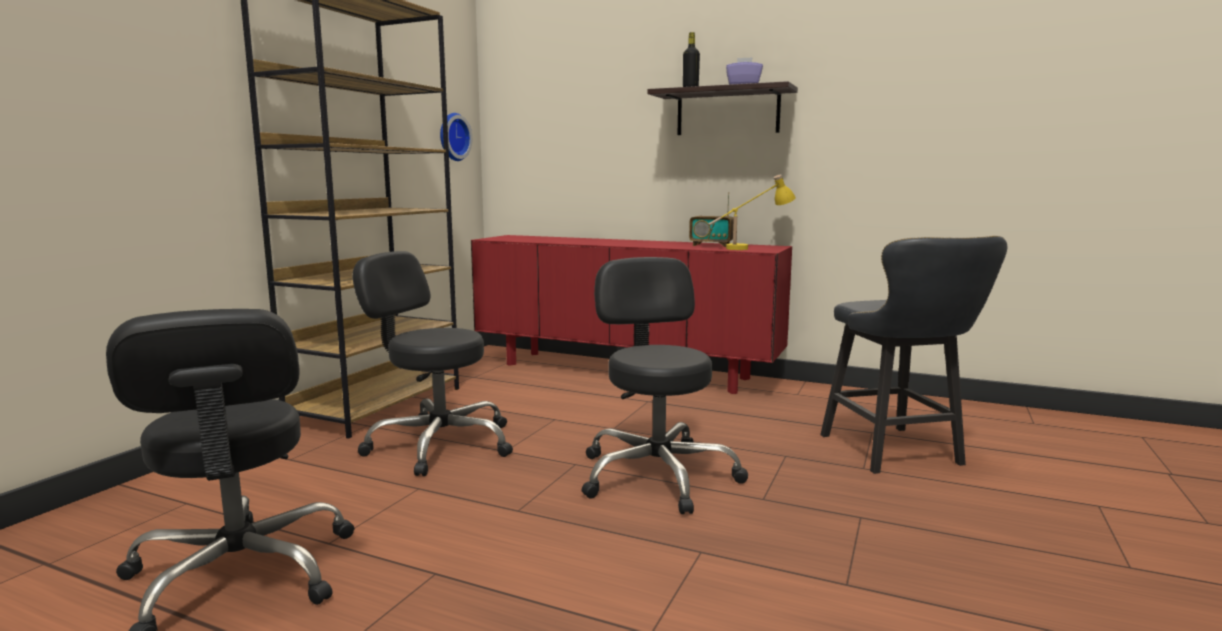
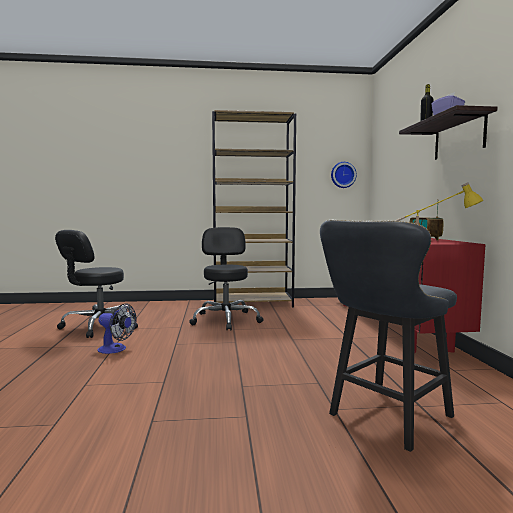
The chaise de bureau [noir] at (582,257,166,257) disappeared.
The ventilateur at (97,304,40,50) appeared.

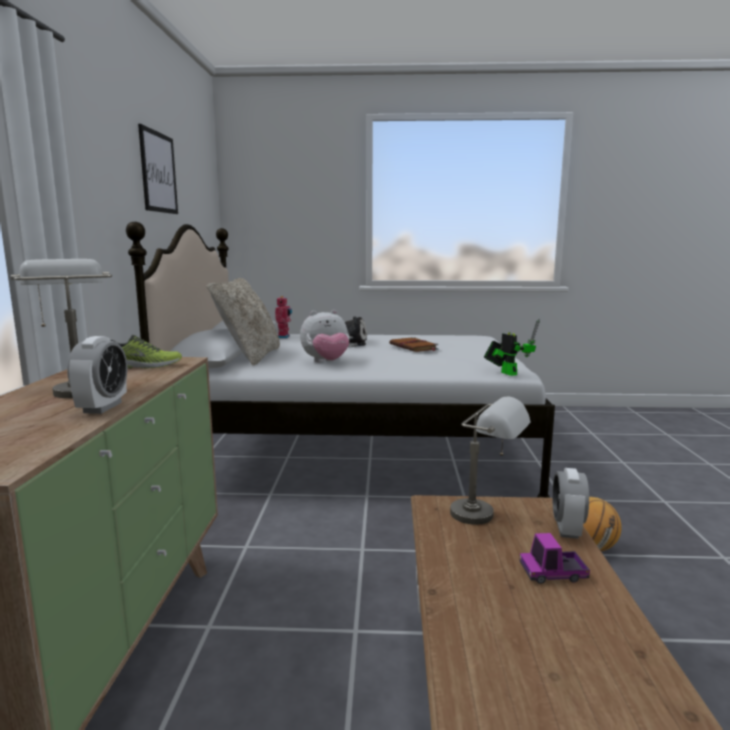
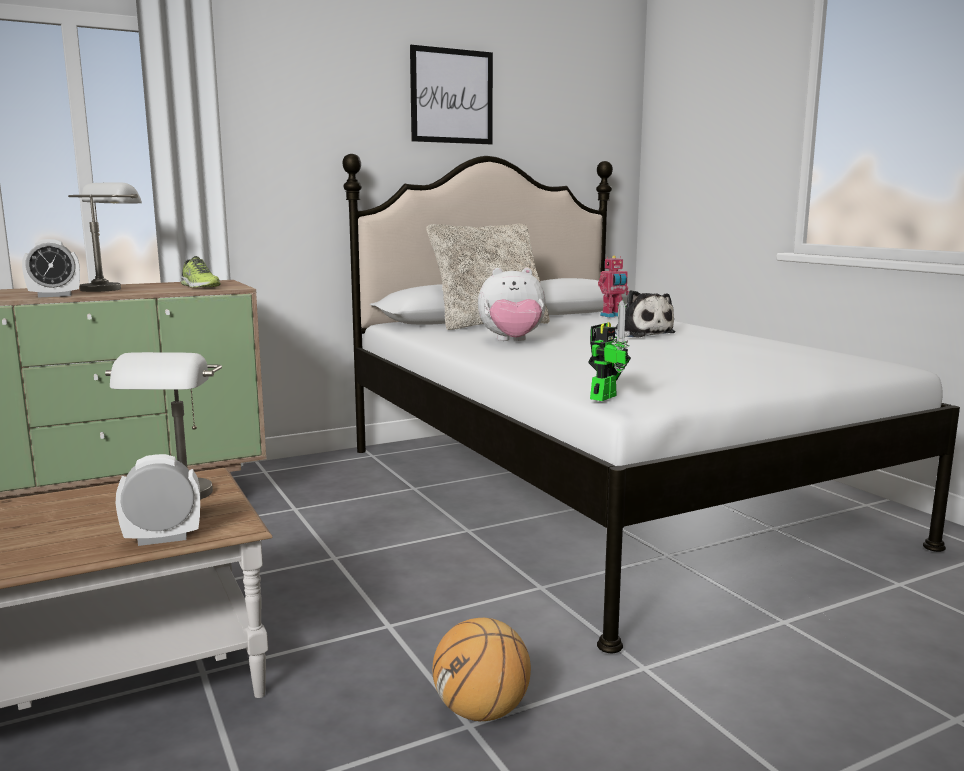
The livre [marron] at (389,337,49,15) disappeared.
The camion jouet at (519,533,71,51) disappeared.
The peluche at (300,310,49,52) turned 45 degrees counterclockwise.

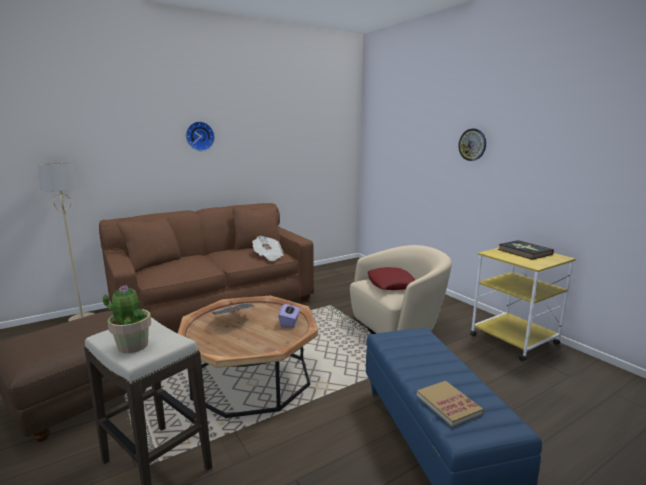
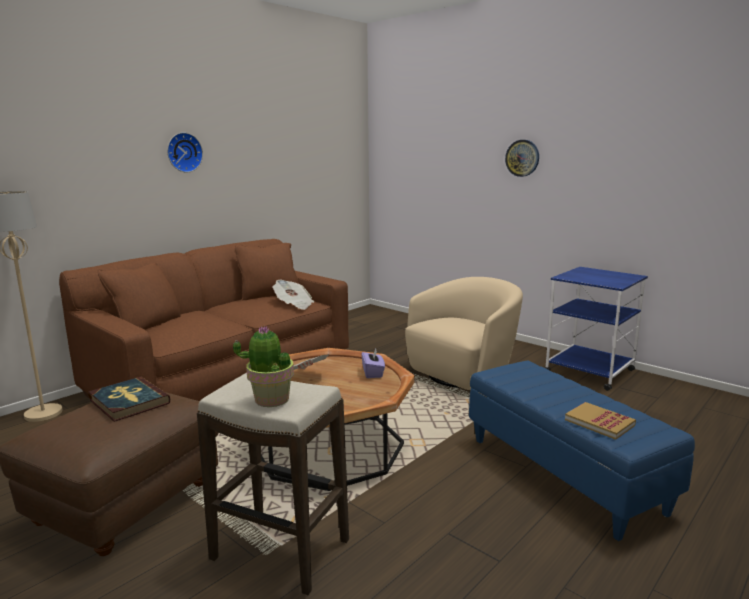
The coussin [rouge] at (368,267,47,23) disappeared.
The livre moved from (498,240,56,20) to (88,377,82,45).
The chariot [jaune] at (470,247,106,114) became the chariot [bleu] at (545,267,103,124).

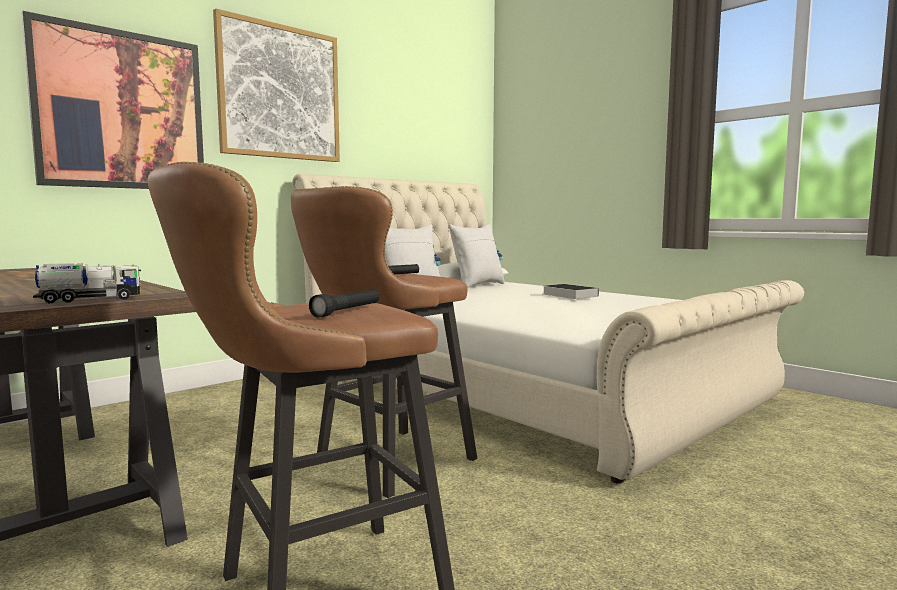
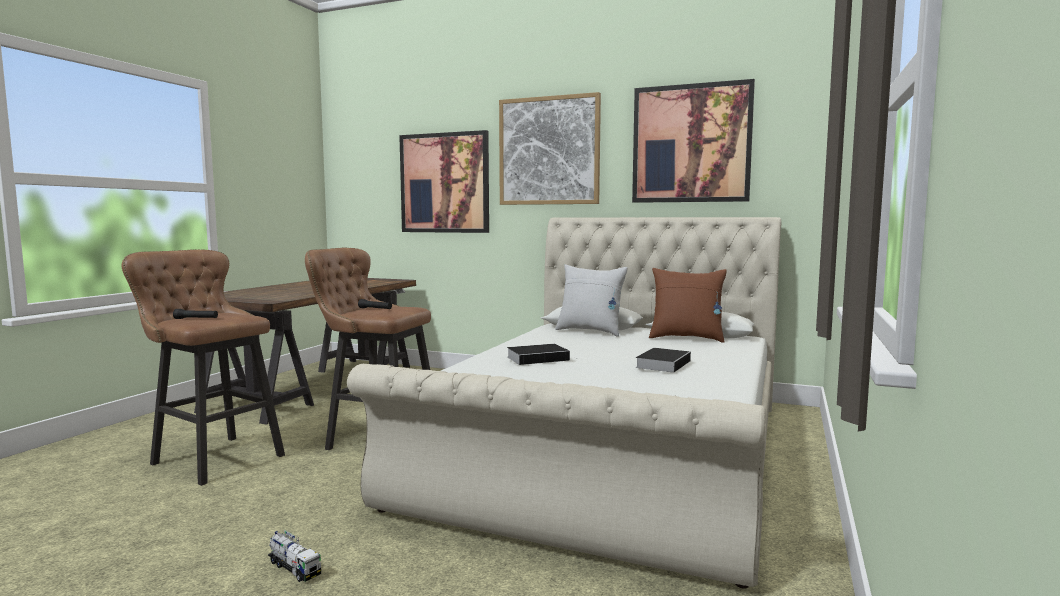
The livre at (507,344,71,21) appeared.
The tableau at (632,79,123,124) appeared.
The camion jouet moved from (33,263,108,40) to (268,530,53,52).
The coussin [gris] at (449,224,55,64) became the coussin [marron] at (649,268,78,75).

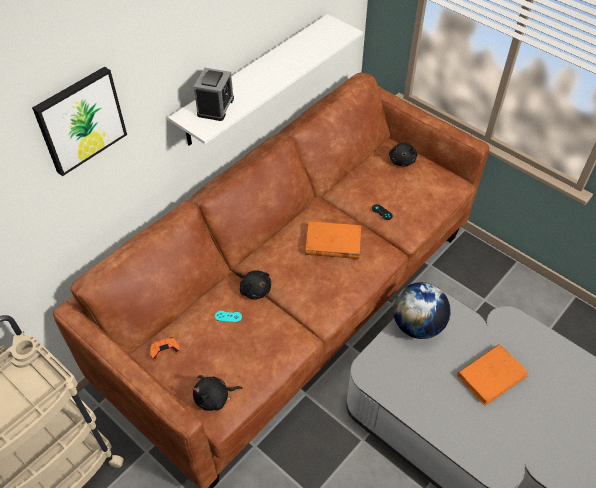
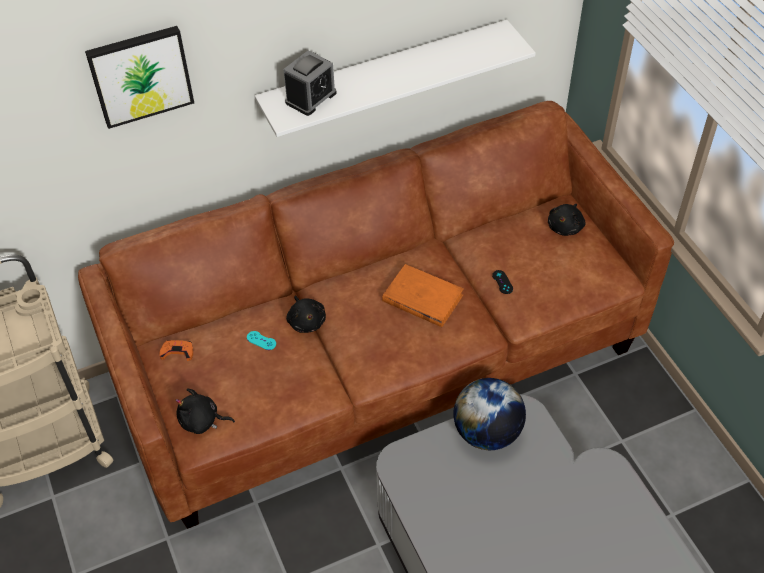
The livre [orange] at (457,344,71,62) disappeared.

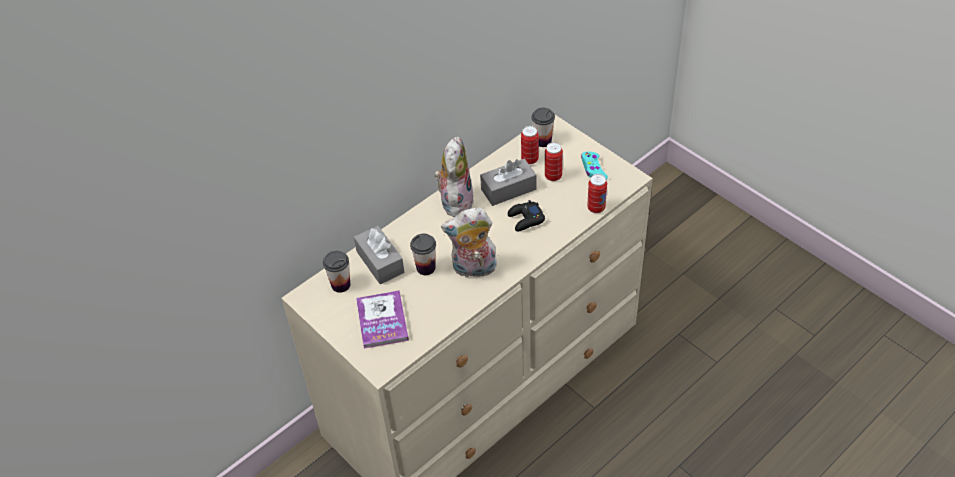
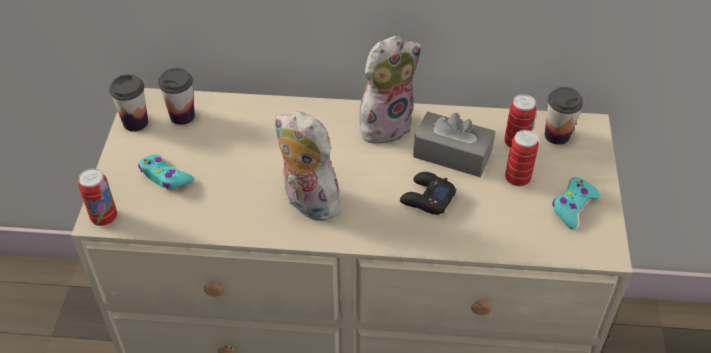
The boîte à mouchoirs [gris] at (354,226,50,58) disappeared.
The tasse moved from (410,233,26,42) to (109,74,39,58).
The boîte métallique moved from (587,174,20,39) to (78,168,39,58).
The livre at (356,290,53,59) was replaced by the manette [turquoise] at (138,154,56,35).

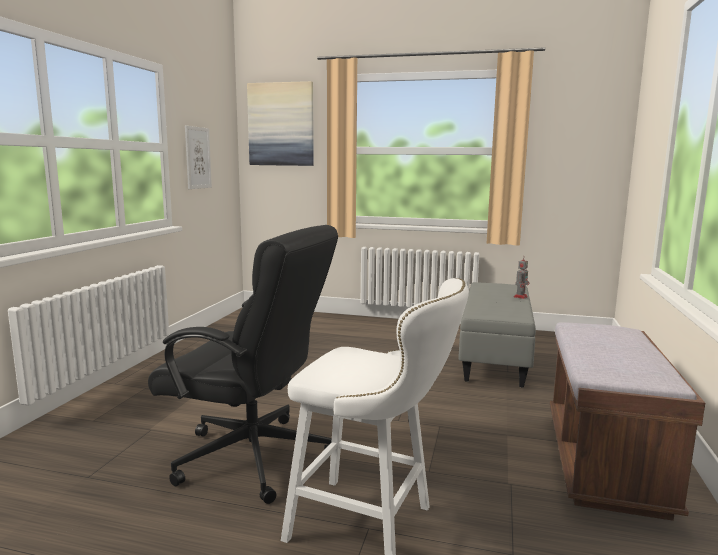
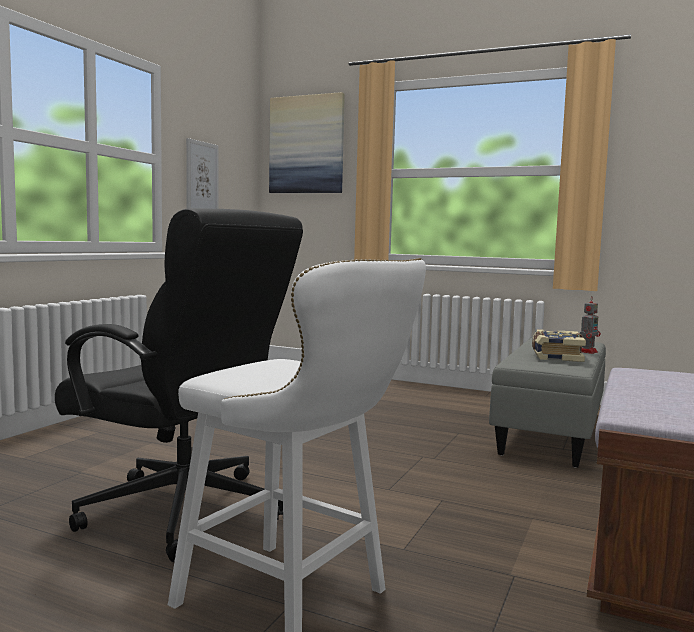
The livre at (532,329,54,33) appeared.

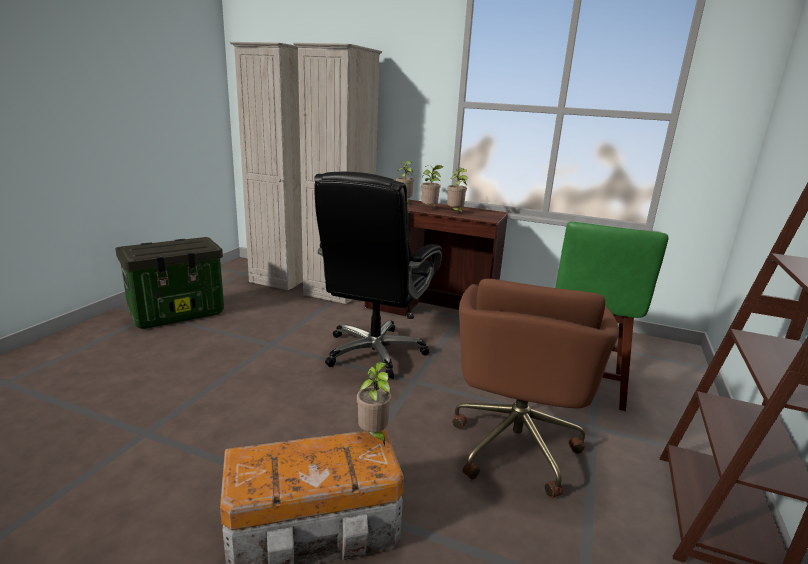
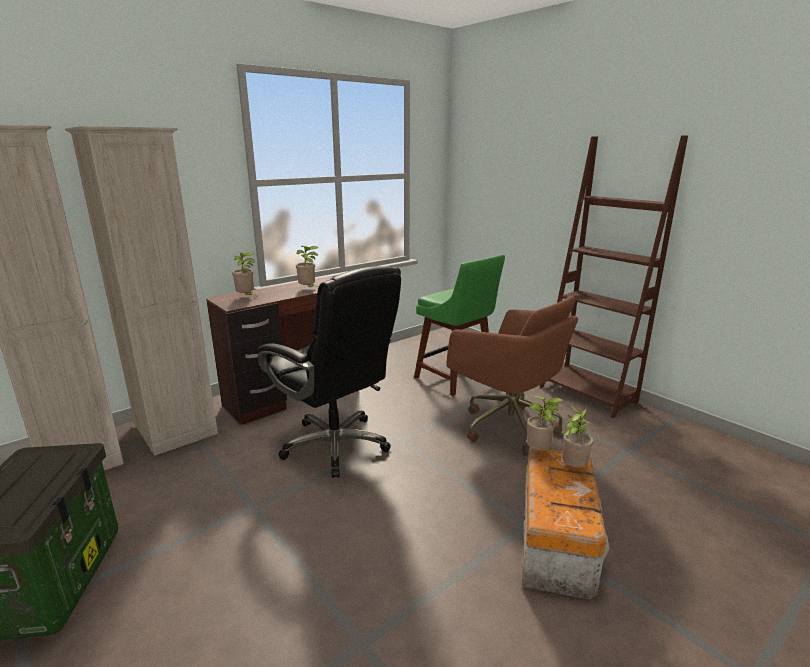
The plante en pot moved from (421,165,22,42) to (563,405,30,63).

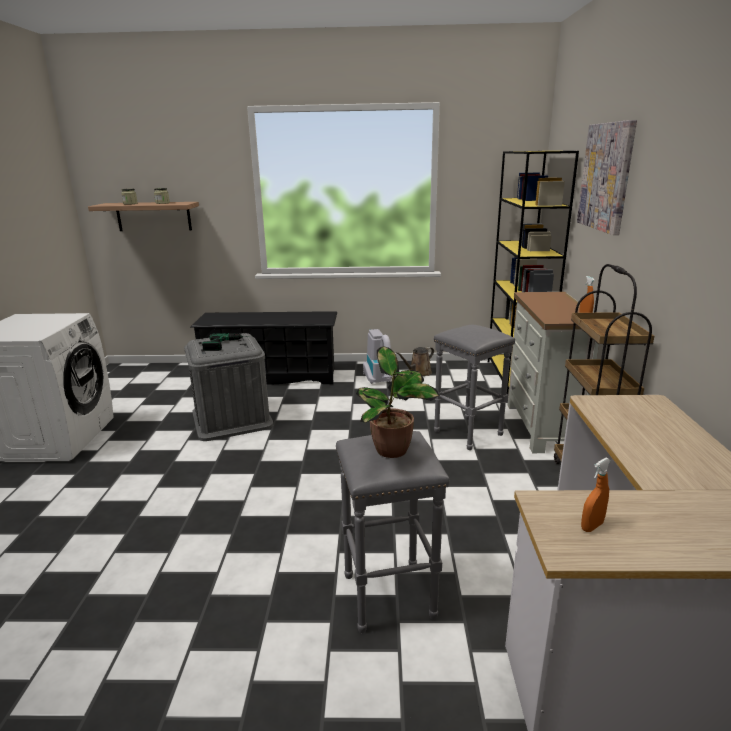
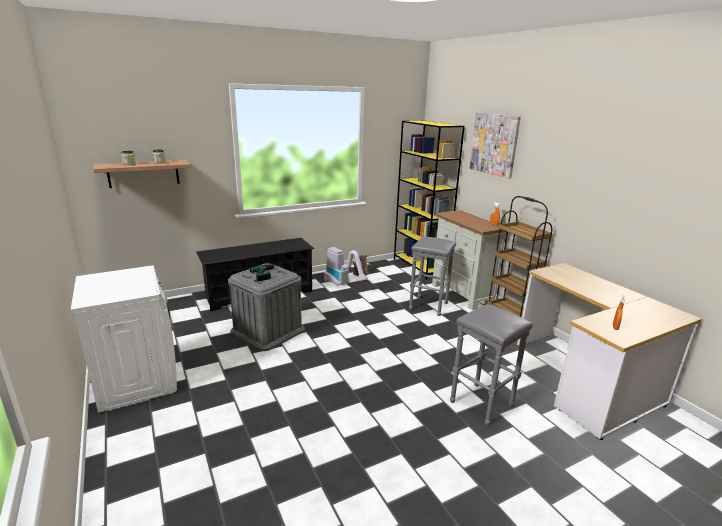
The plante en pot at (356,346,83,112) disappeared.

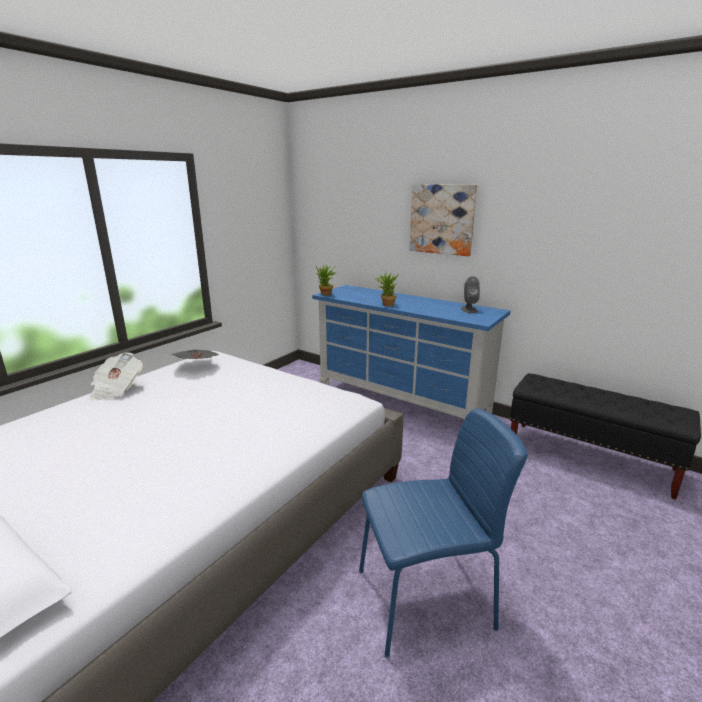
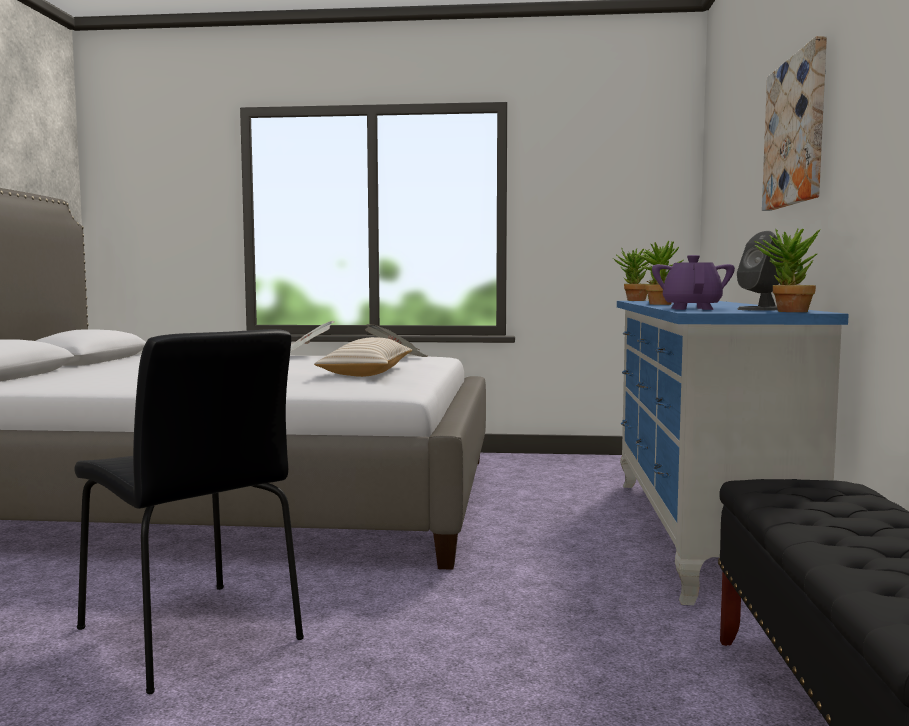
The coussin [beige] at (314,337,98,40) appeared.
The théière [violet] at (652,255,83,55) appeared.
The plante en pot at (754,229,66,83) appeared.
The chaise [bleu] at (359,408,169,250) became the chaise [noir] at (74,329,230,365).

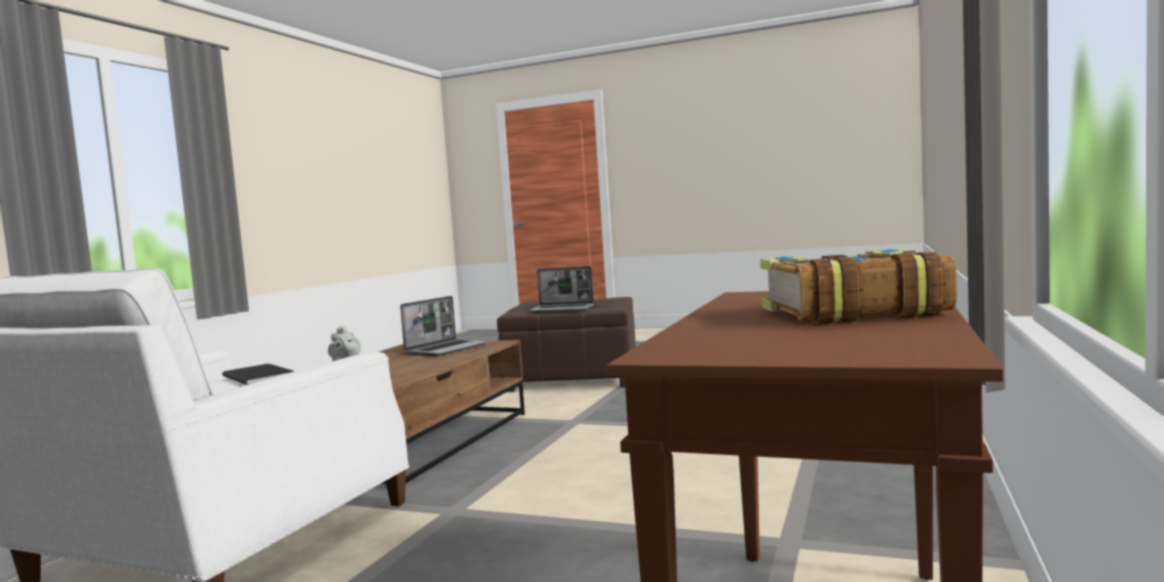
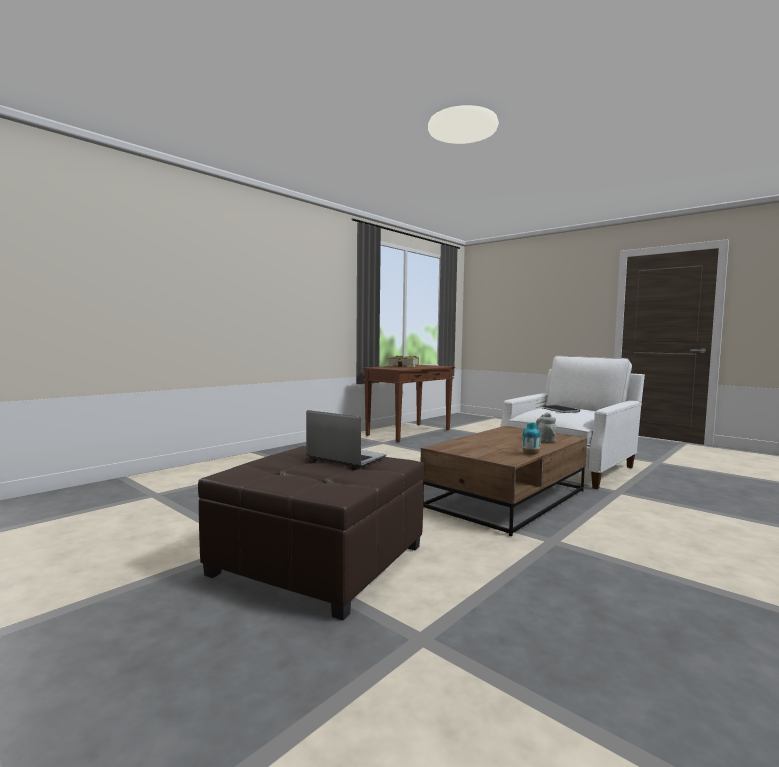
The ordinateur portable at (400,296,88,60) disappeared.
The vase at (522,422,19,33) appeared.

